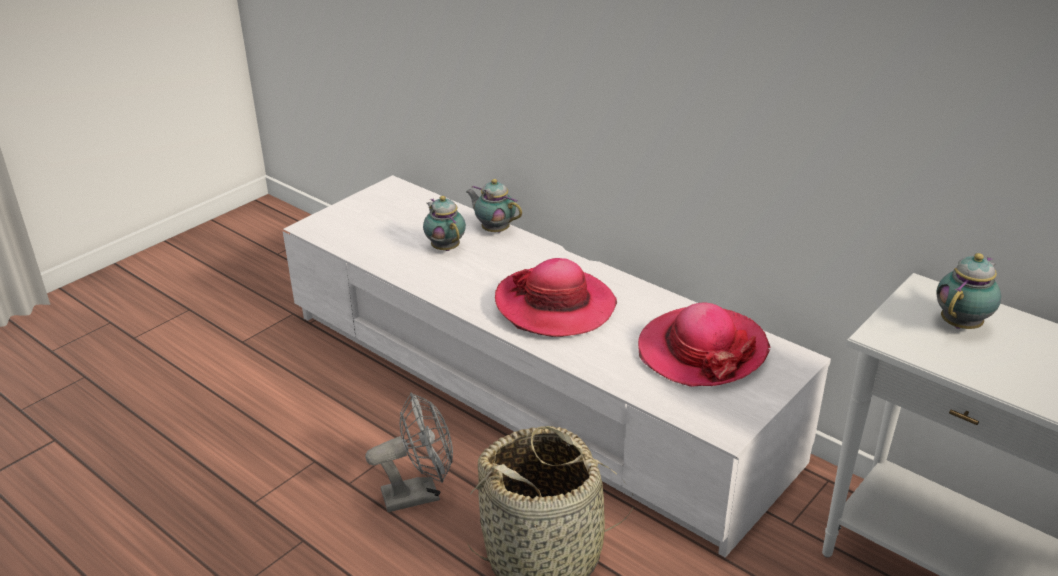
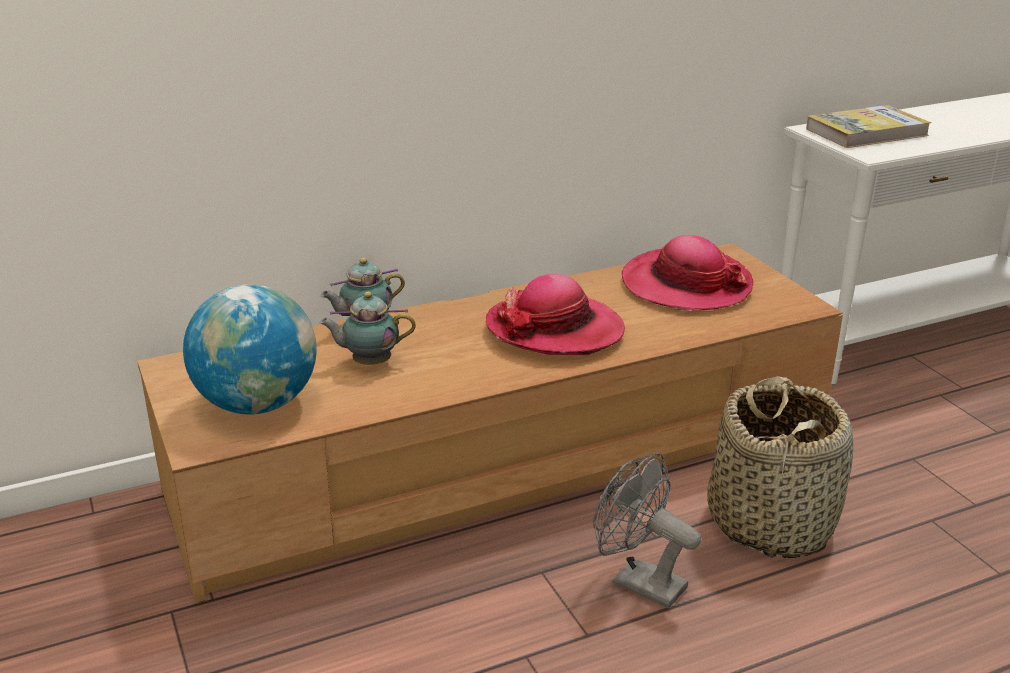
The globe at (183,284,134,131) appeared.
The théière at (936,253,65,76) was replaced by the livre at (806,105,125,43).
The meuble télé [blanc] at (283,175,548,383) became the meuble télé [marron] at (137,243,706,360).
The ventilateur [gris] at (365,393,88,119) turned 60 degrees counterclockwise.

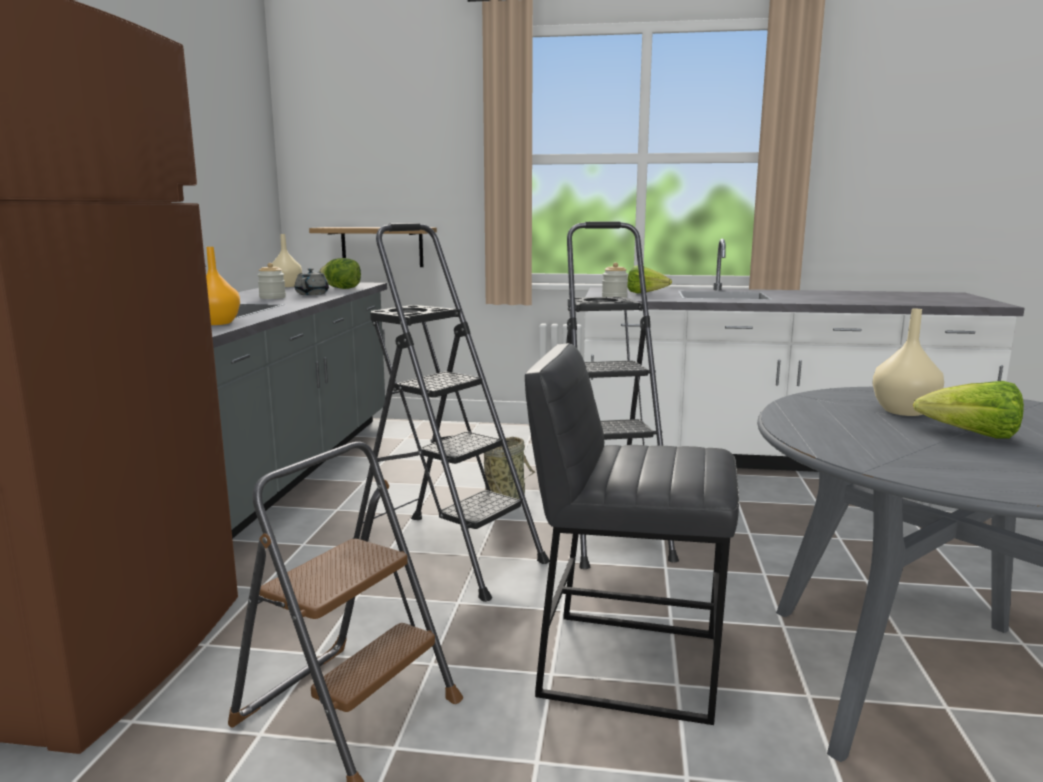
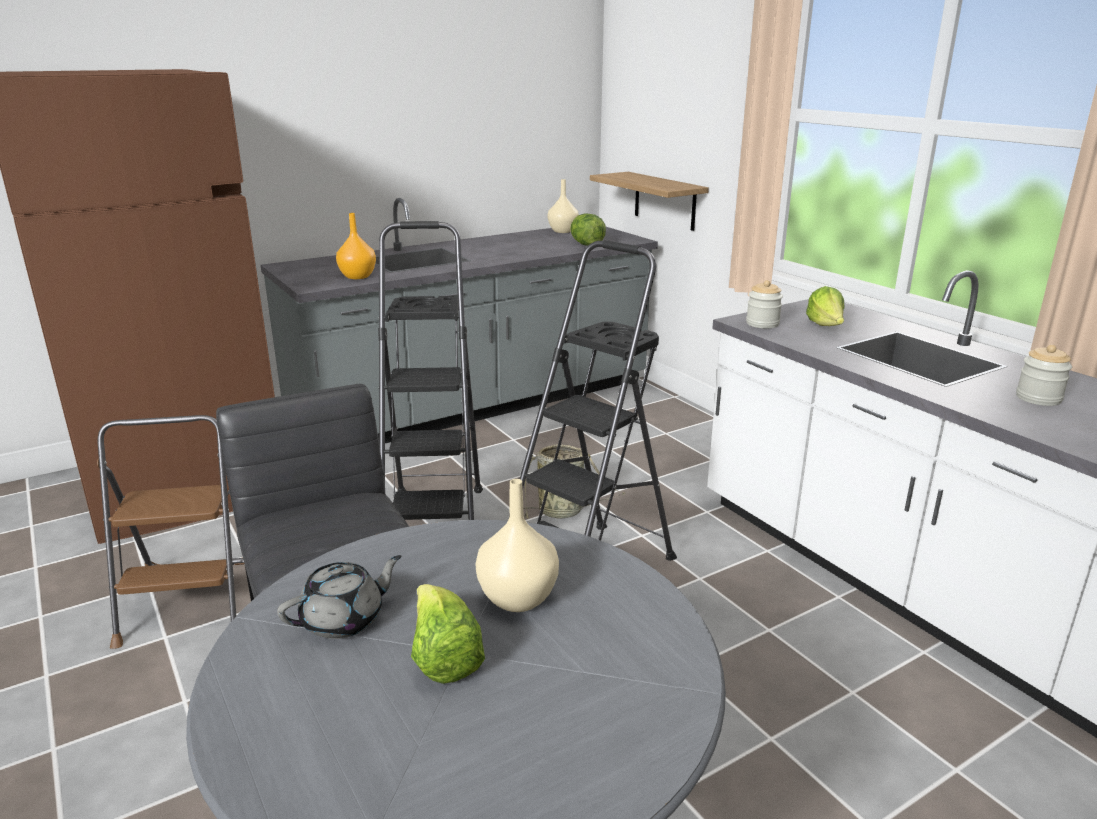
The bocal moved from (257,263,29,36) to (1016,344,56,62).
The théière [gris] moved from (294,268,35,27) to (277,555,125,84).

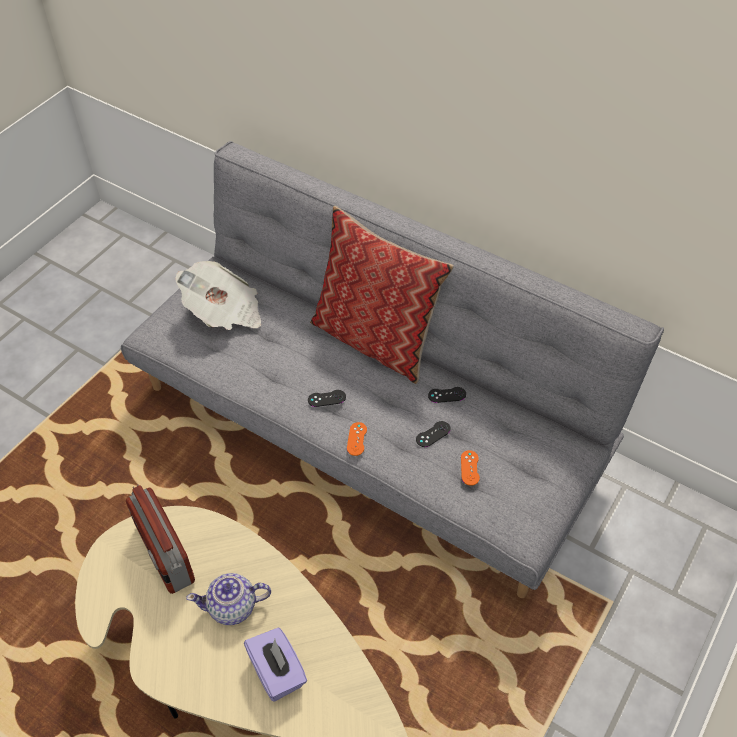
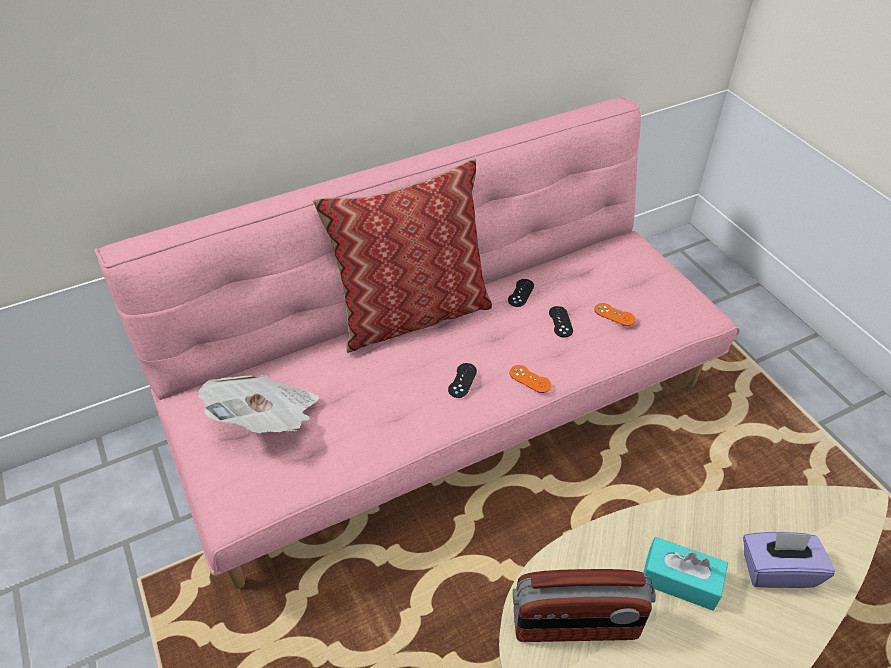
The théière at (186,573,85,52) was replaced by the boîte à mouchoirs [turquoise] at (643,537,85,74).
The canapé [gris] at (121,141,543,457) became the canapé [rose] at (94,96,646,493).

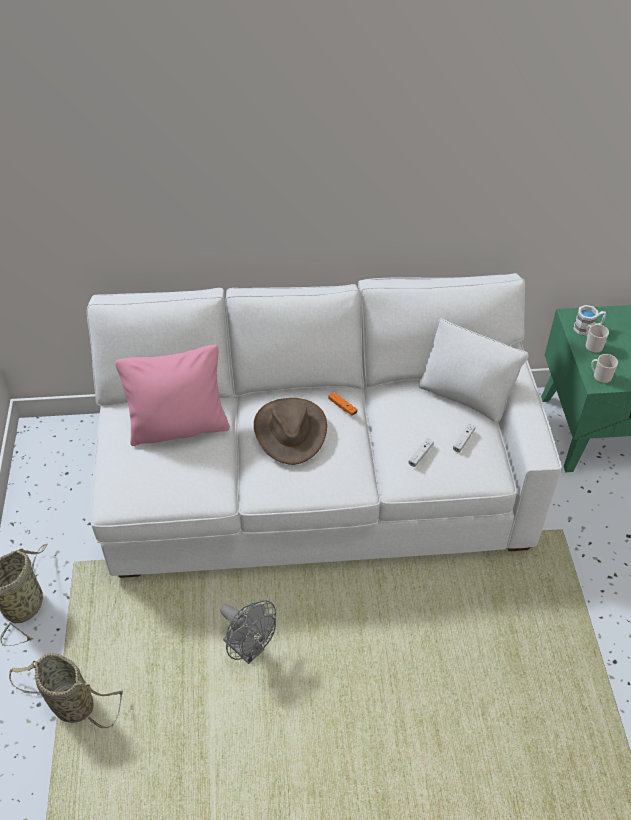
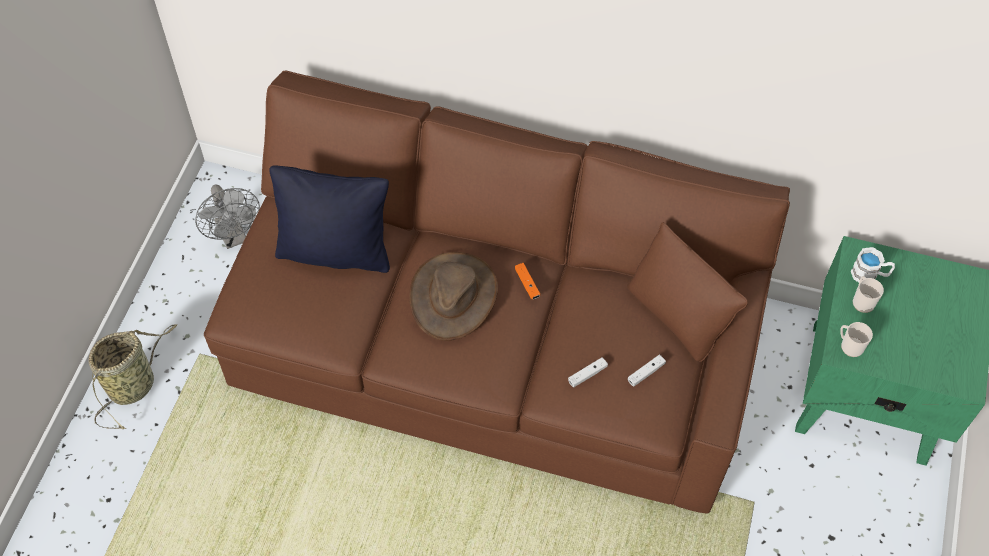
The panier at (9,653,114,75) disappeared.
The ventilateur [gris] moved from (220,600,56,64) to (195,185,65,64).
The canapé [blanc] at (87,273,475,305) became the canapé [marron] at (204,71,586,443).
The coussin [rose] at (115,344,115,102) became the coussin [noir] at (269,165,121,108).

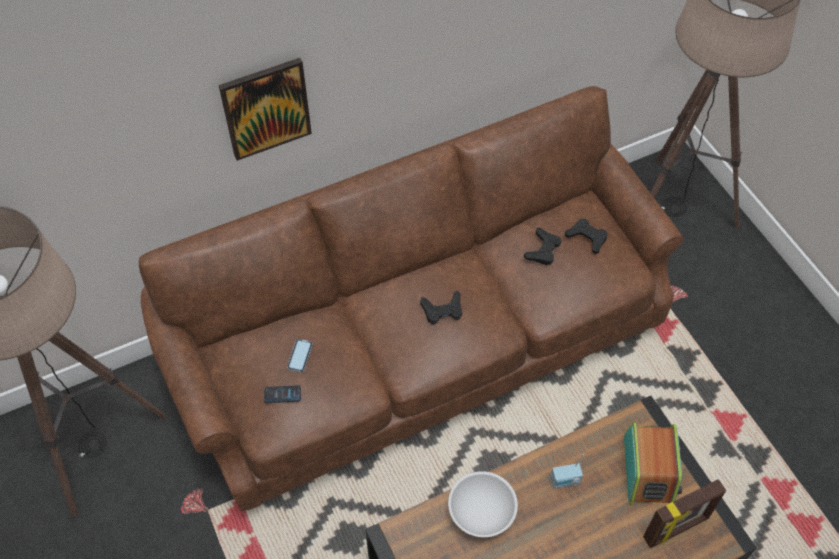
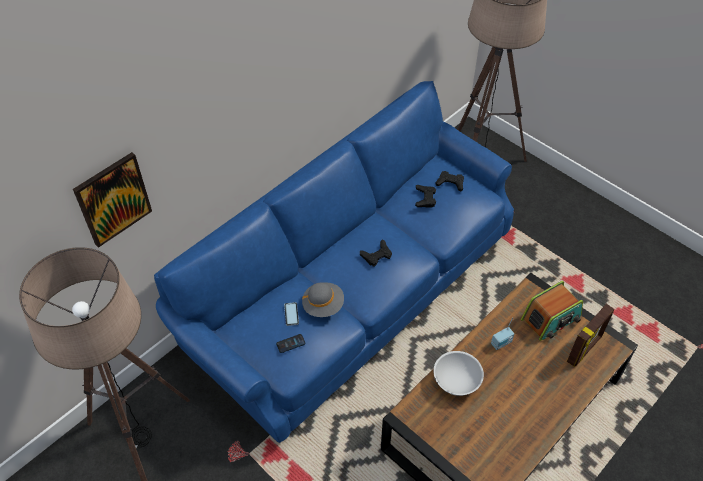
The chapeau [gris] at (302,282,42,35) appeared.
The tableau moved from (219,58,93,103) to (73,152,79,96).
The canapé [marron] at (139,86,544,425) became the canapé [bleu] at (154,81,360,362).
The radio at (624,422,58,83) turned 75 degrees clockwise.

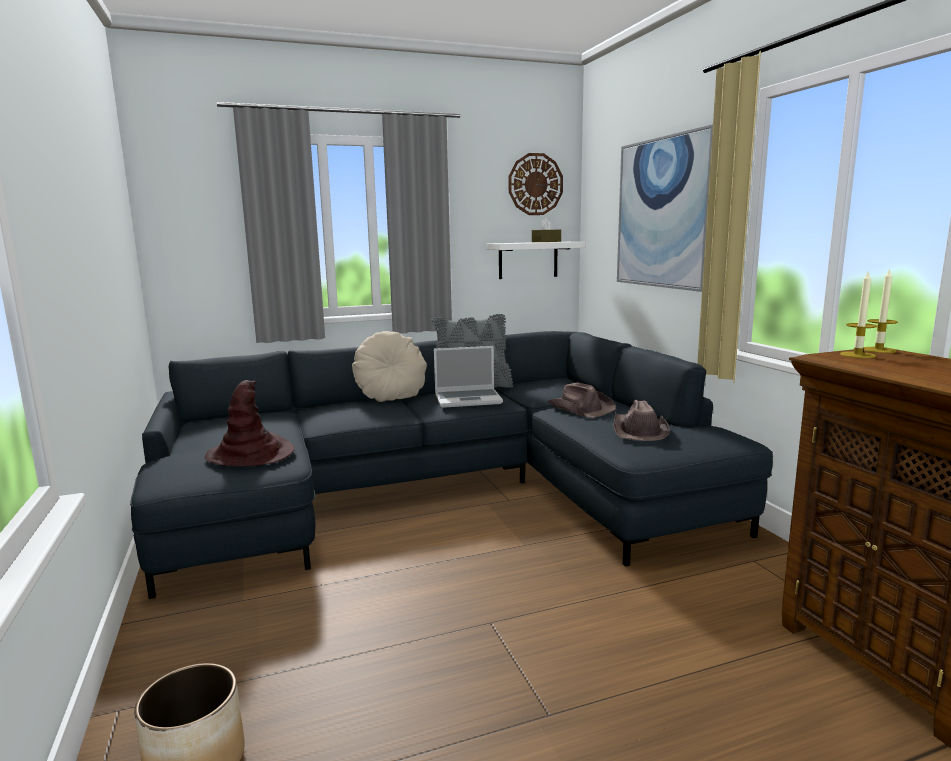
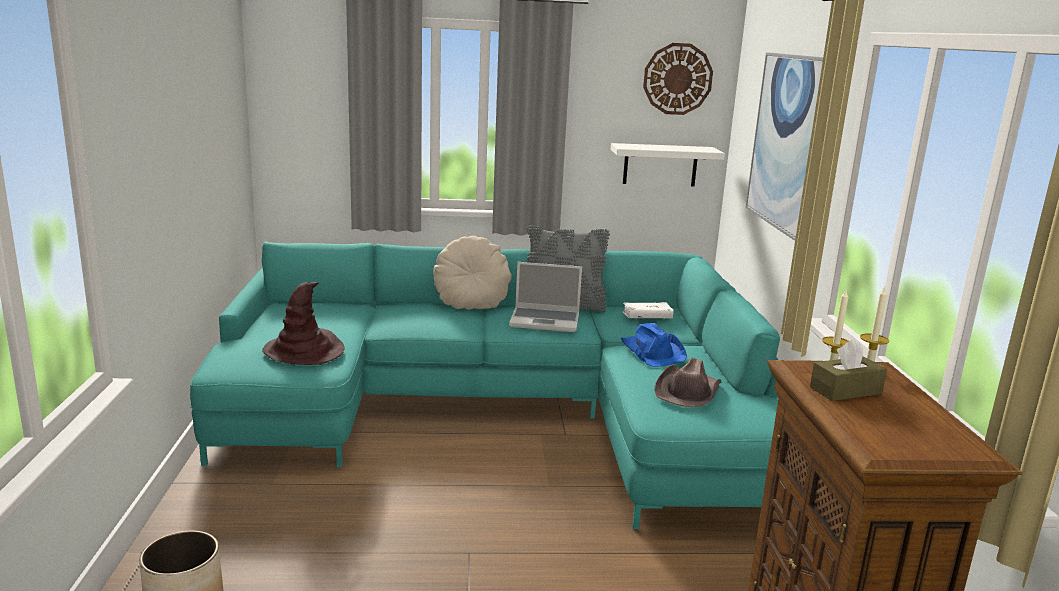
The livre [blanc] at (622,302,51,17) appeared.
The boîte à mouchoirs [marron] moved from (532,218,29,24) to (810,339,77,62).
The canapé [gris] at (130,331,643,268) became the canapé [turquoise] at (190,242,590,287).
The chapeau [marron] at (548,383,68,35) became the chapeau [bleu] at (621,323,66,44).

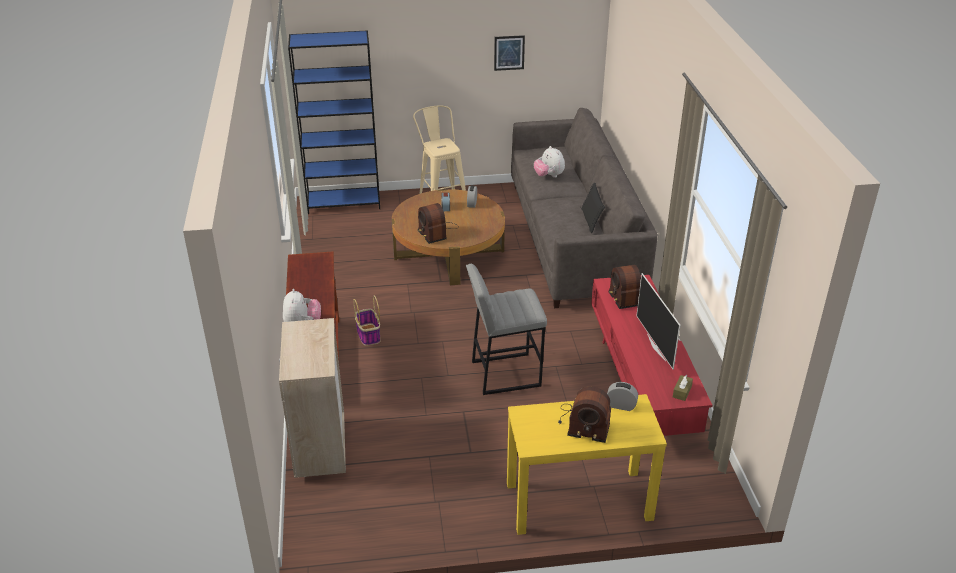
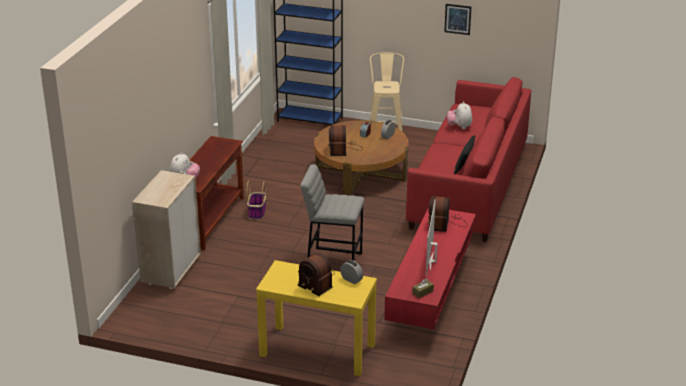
The canapé [gris] at (511,108,147,200) became the canapé [rouge] at (406,77,125,165).

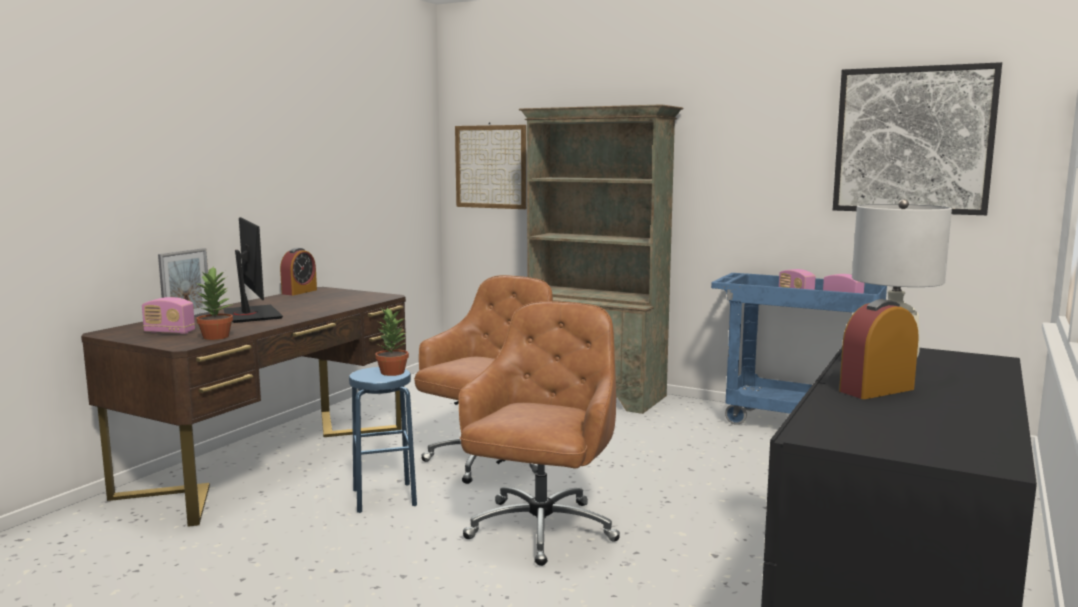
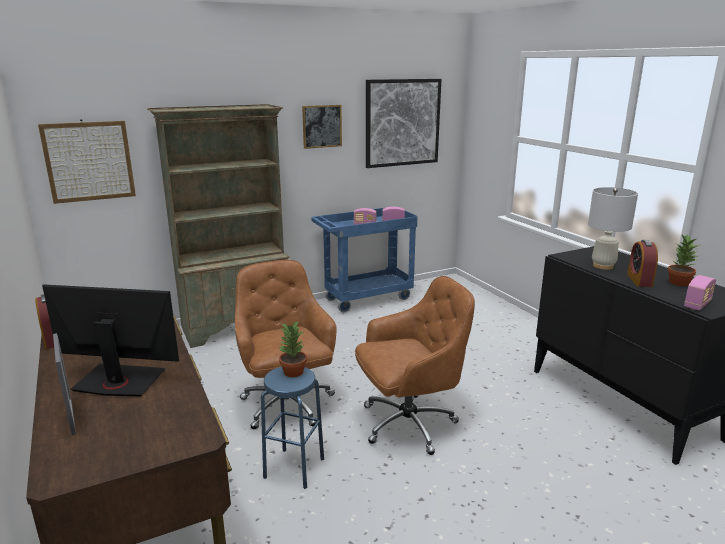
The tableau at (302,105,40,44) appeared.
The radio moved from (142,297,53,37) to (684,275,32,35).
The plante en pot moved from (196,267,37,73) to (668,234,32,52).
The chaise de bureau [marron] at (458,301,162,265) turned 105 degrees clockwise.

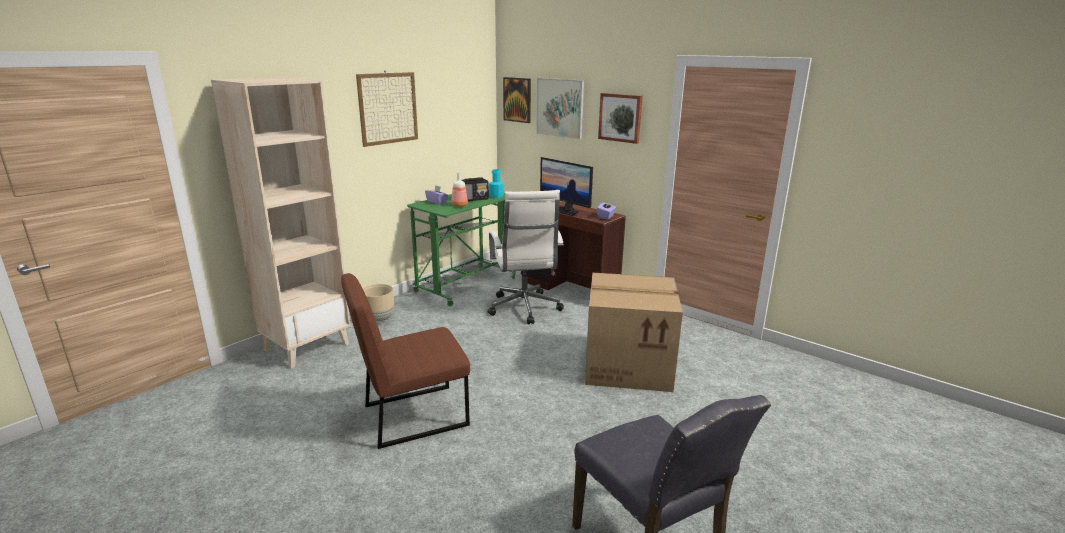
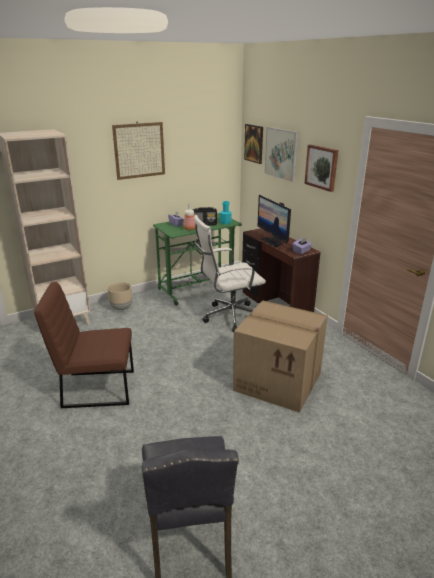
The chaise de bureau [blanc] at (487,190,77,134) turned 60 degrees clockwise.

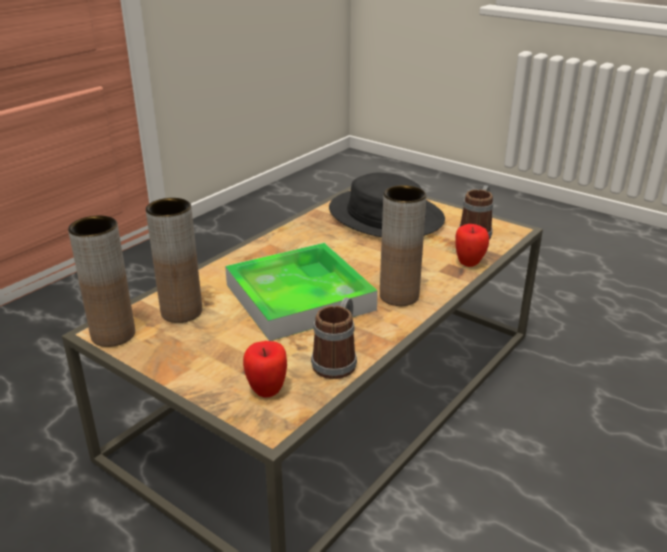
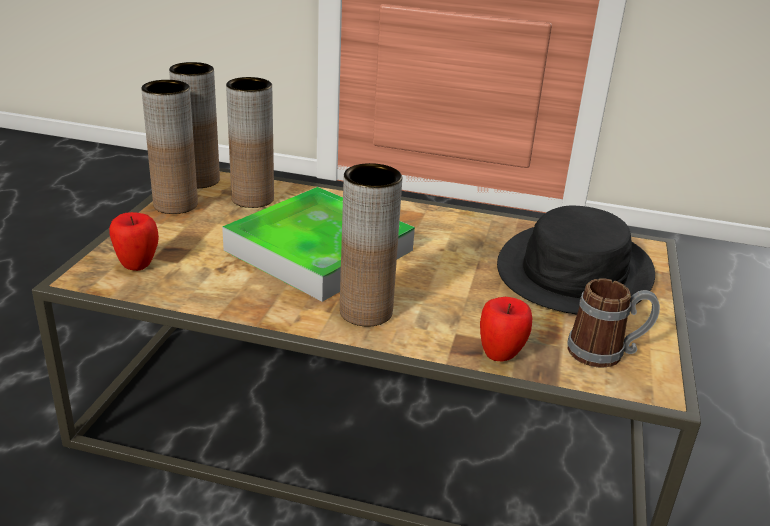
The mug at (311,297,46,82) disappeared.
The vase [marron] at (141,80,57,134) appeared.

